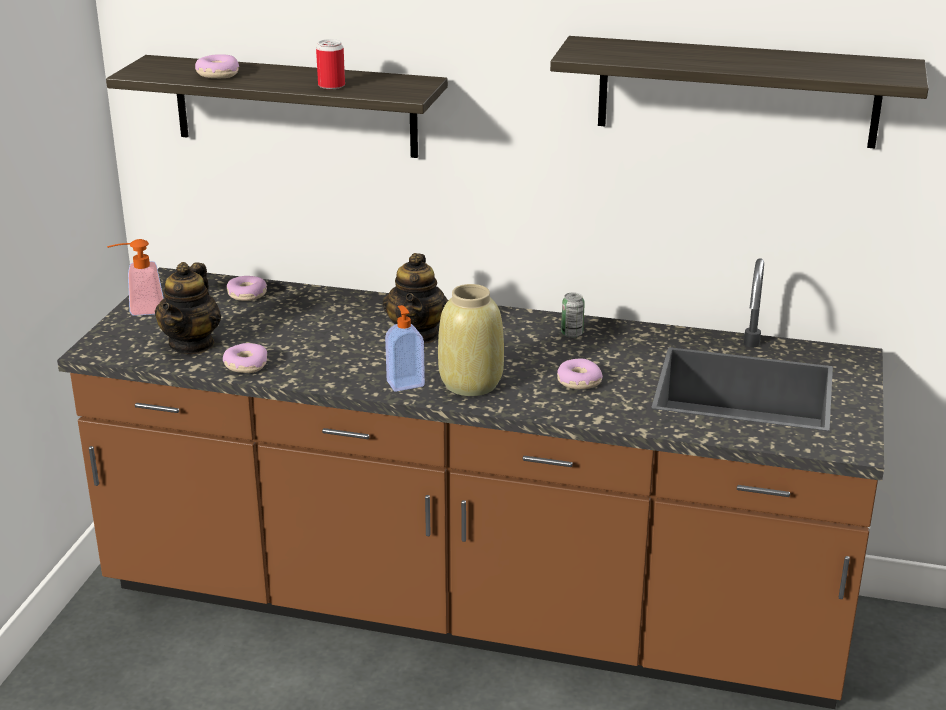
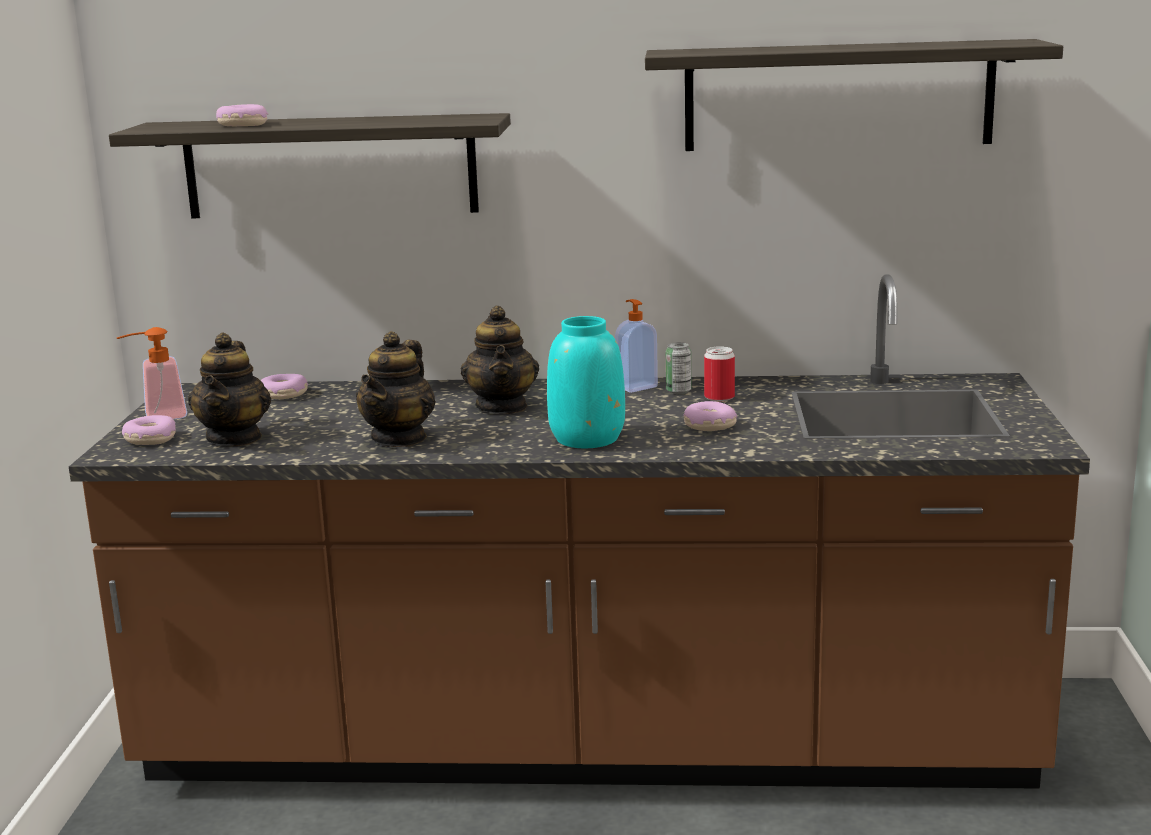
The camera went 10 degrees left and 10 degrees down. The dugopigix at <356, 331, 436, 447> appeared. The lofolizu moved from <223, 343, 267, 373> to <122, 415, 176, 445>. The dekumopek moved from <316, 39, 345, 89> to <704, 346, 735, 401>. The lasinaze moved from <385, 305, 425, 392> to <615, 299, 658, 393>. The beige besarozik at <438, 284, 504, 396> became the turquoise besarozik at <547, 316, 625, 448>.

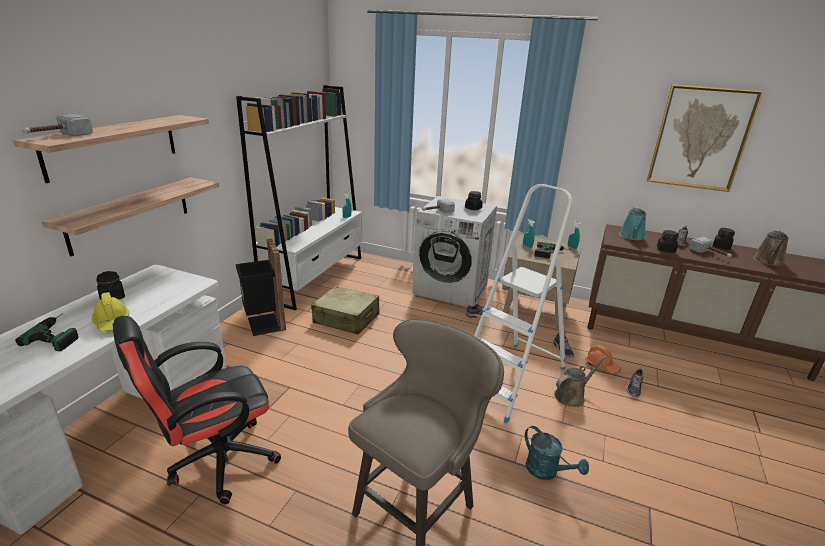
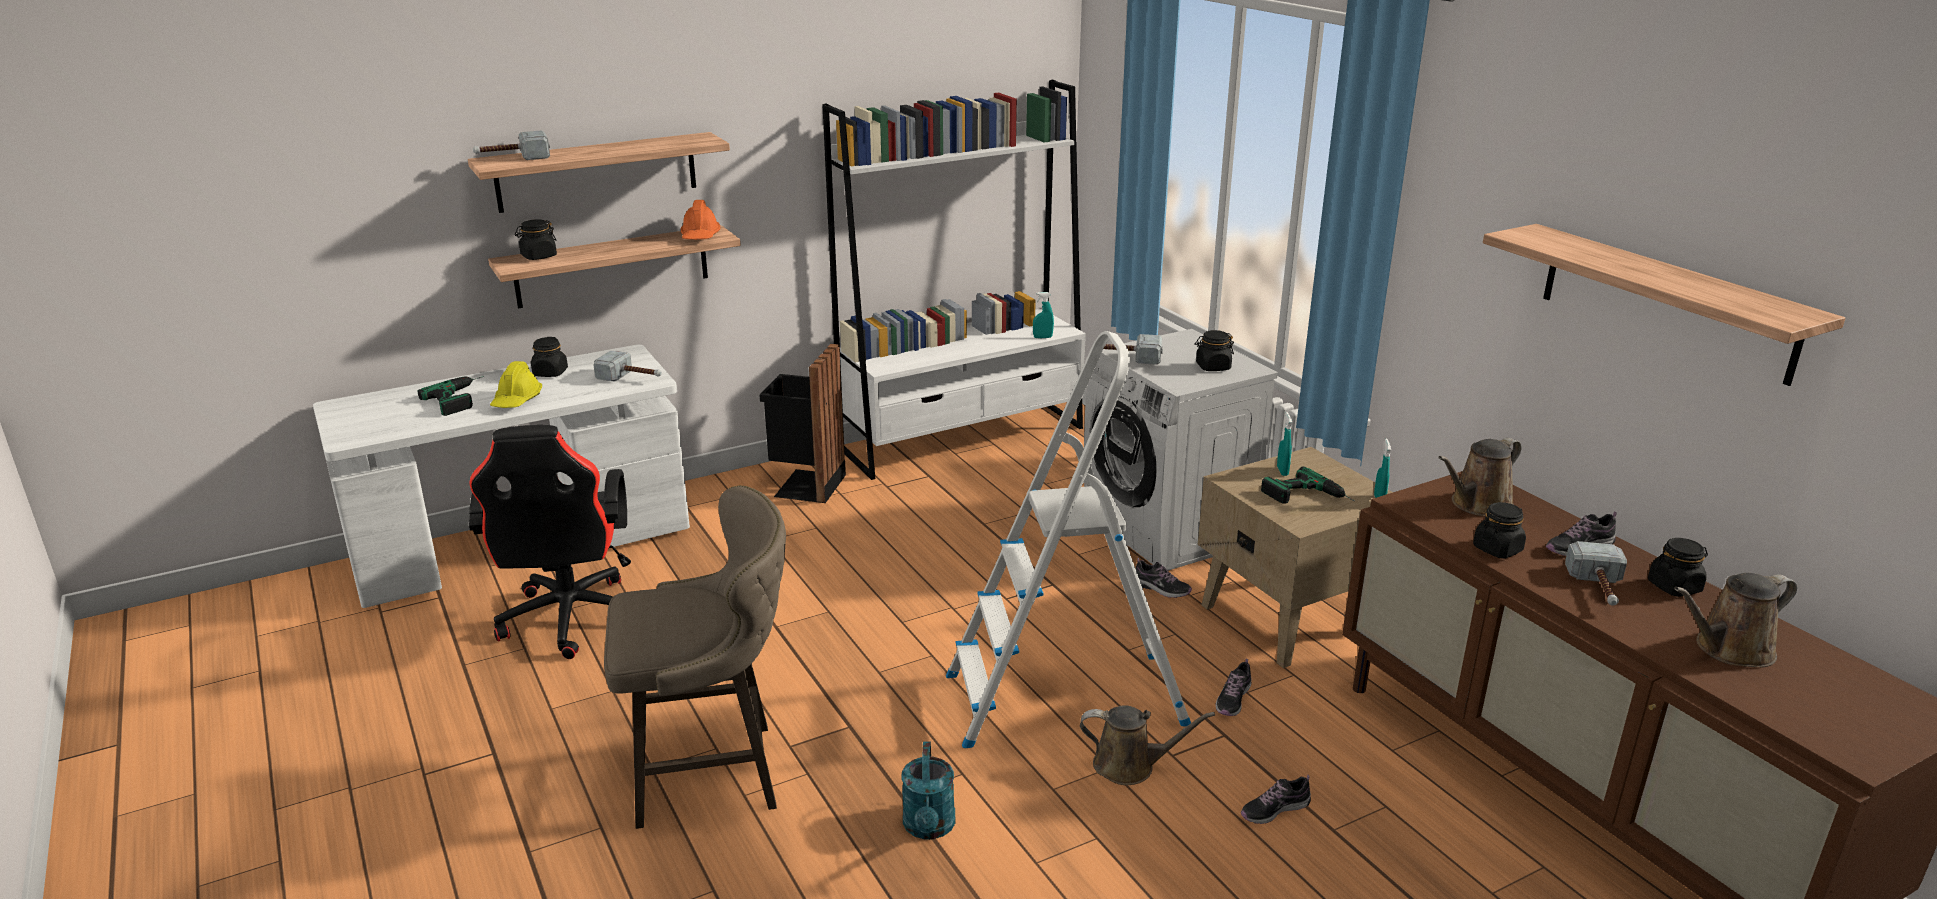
The camera went 40 degrees right and 0 degrees up. The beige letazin at <311, 286, 380, 334> disappeared. The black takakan at <515, 219, 557, 260> appeared. The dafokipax at <594, 351, 662, 382> appeared. The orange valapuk moved from <585, 345, 621, 373> to <680, 200, 721, 240>. The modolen at <647, 84, 764, 192> was replaced by the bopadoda at <1483, 224, 1845, 386>. The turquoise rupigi at <619, 207, 646, 240> became the brown rupigi at <1438, 438, 1522, 516>. The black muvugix at <113, 316, 281, 505> turned 105 degrees counterclockwise.

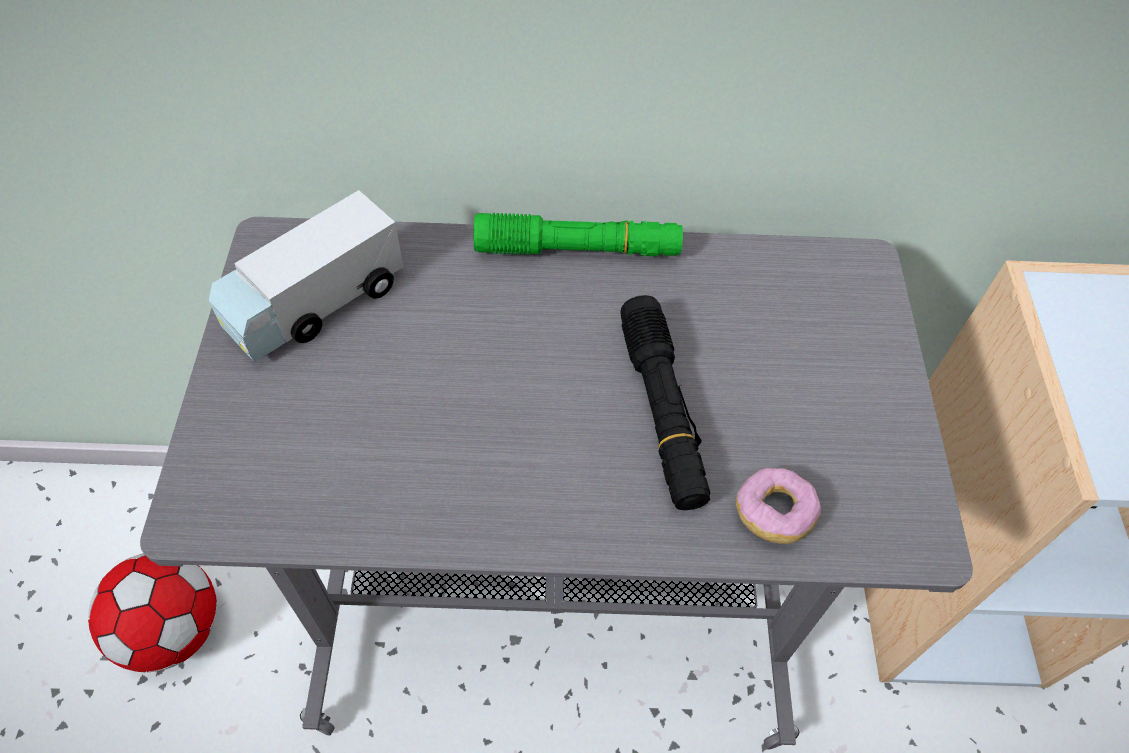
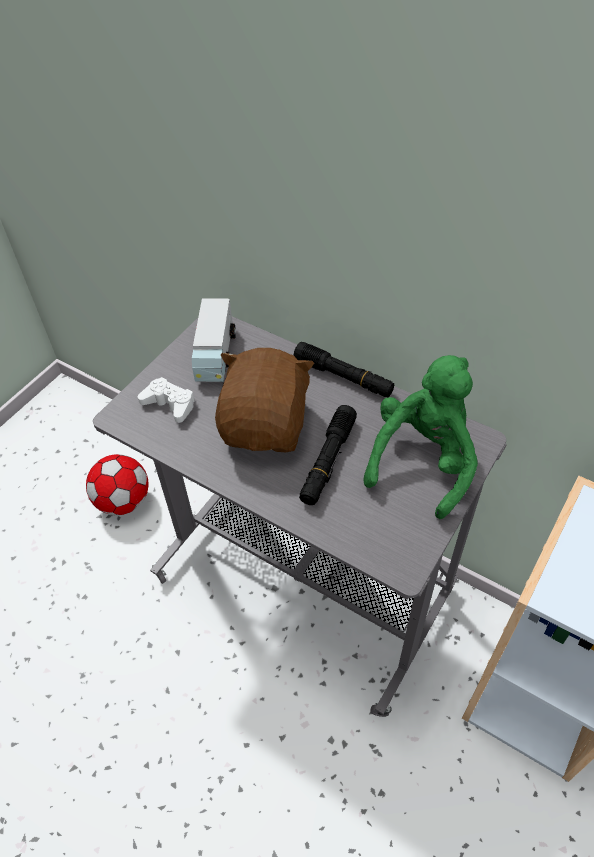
The camera went 35 degrees right and 5 degrees down. The lofolizu at <736, 468, 821, 544> disappeared. The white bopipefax at <138, 377, 195, 423> appeared. The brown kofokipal at <215, 348, 314, 452> appeared. The green kofokipal at <363, 355, 478, 519> appeared. The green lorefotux at <473, 213, 683, 256> became the black lorefotux at <293, 342, 394, 397>. The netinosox at <209, 190, 403, 362> turned 75 degrees counterclockwise.

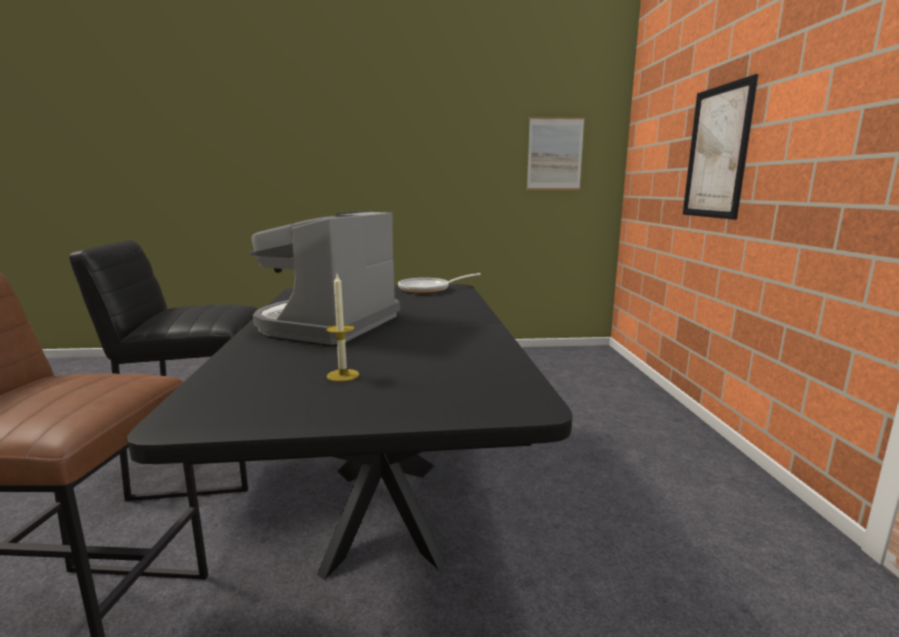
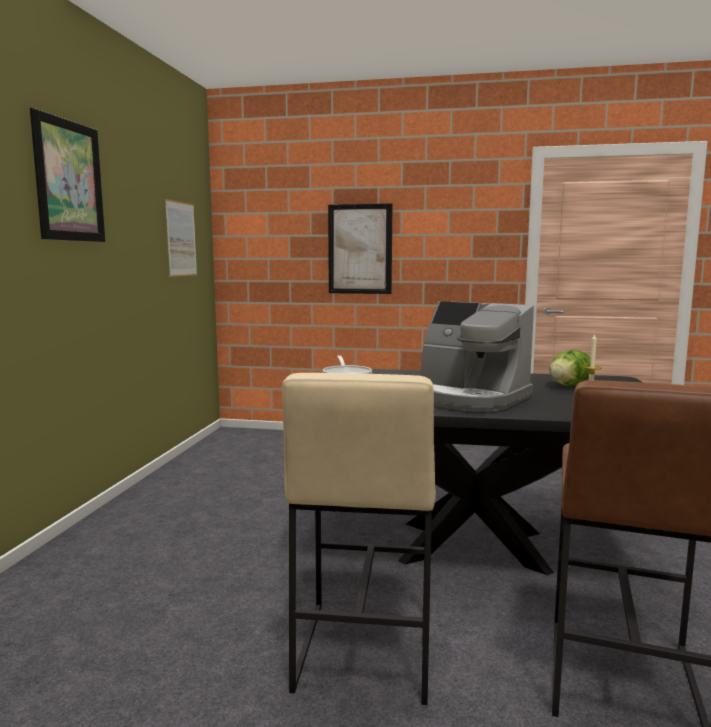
The camera went 75 degrees left and 5 degrees down. The modolen at <30, 108, 105, 242> appeared. The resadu at <549, 350, 591, 386> appeared. The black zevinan at <69, 240, 258, 501> became the beige zevinan at <282, 373, 436, 705>.

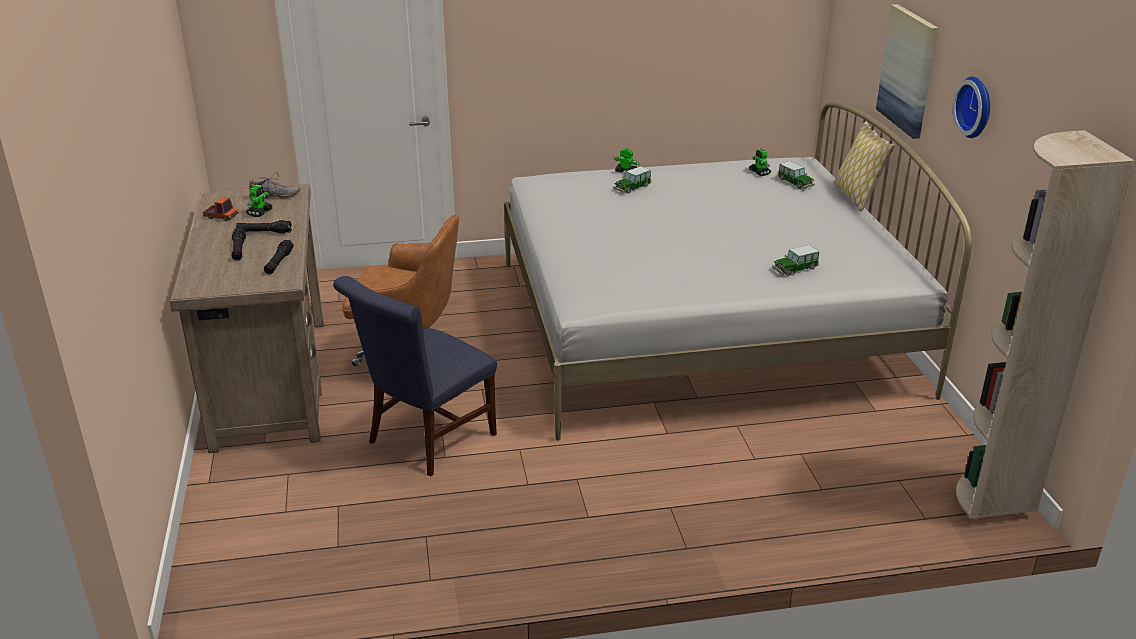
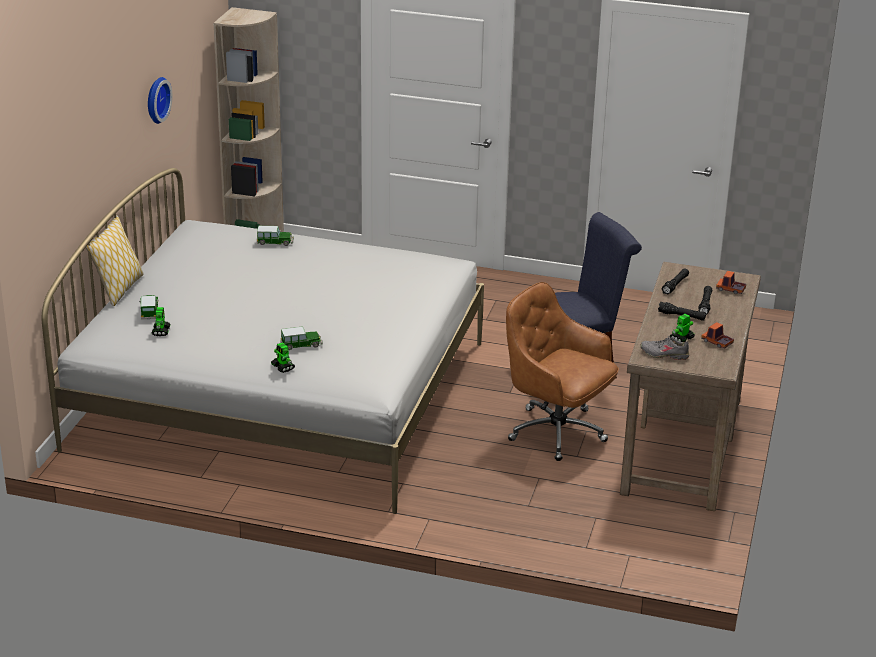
The camera went 155 degrees left and 0 degrees up. The modolen at <876, 4, 938, 139> disappeared. The netinosox at <716, 271, 746, 294> appeared.

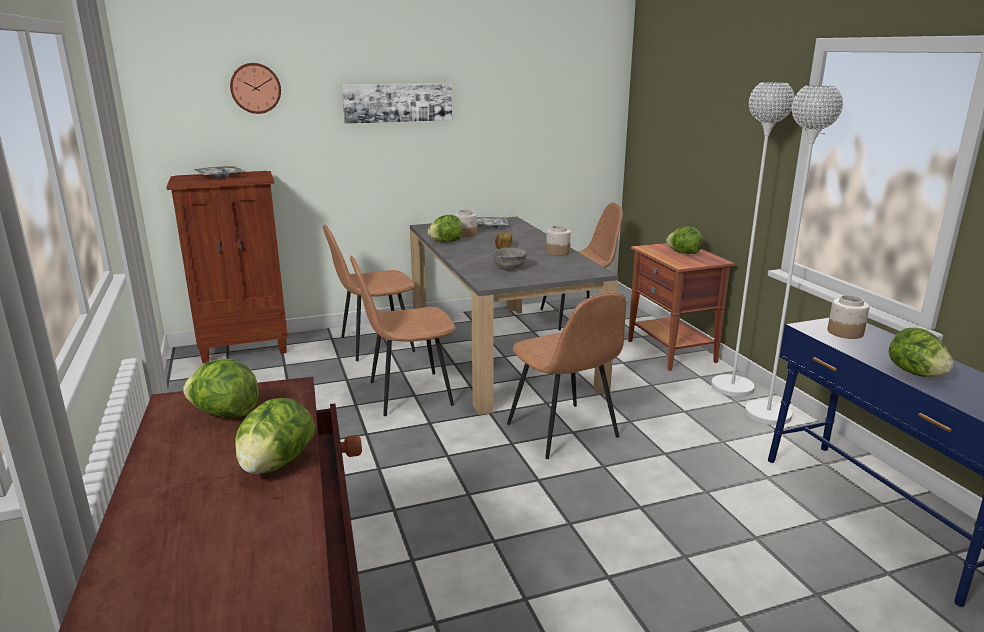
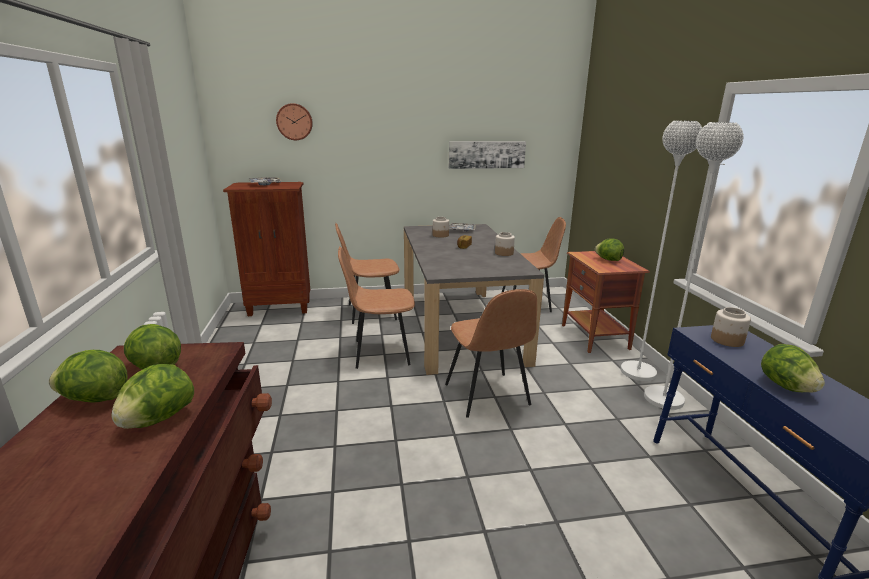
The camera went 10 degrees right and 0 degrees up. The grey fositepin at <492, 248, 527, 270> disappeared. The modolen moved from <342, 83, 452, 124> to <449, 141, 526, 169>. The resadu moved from <428, 215, 463, 242> to <49, 350, 128, 403>.

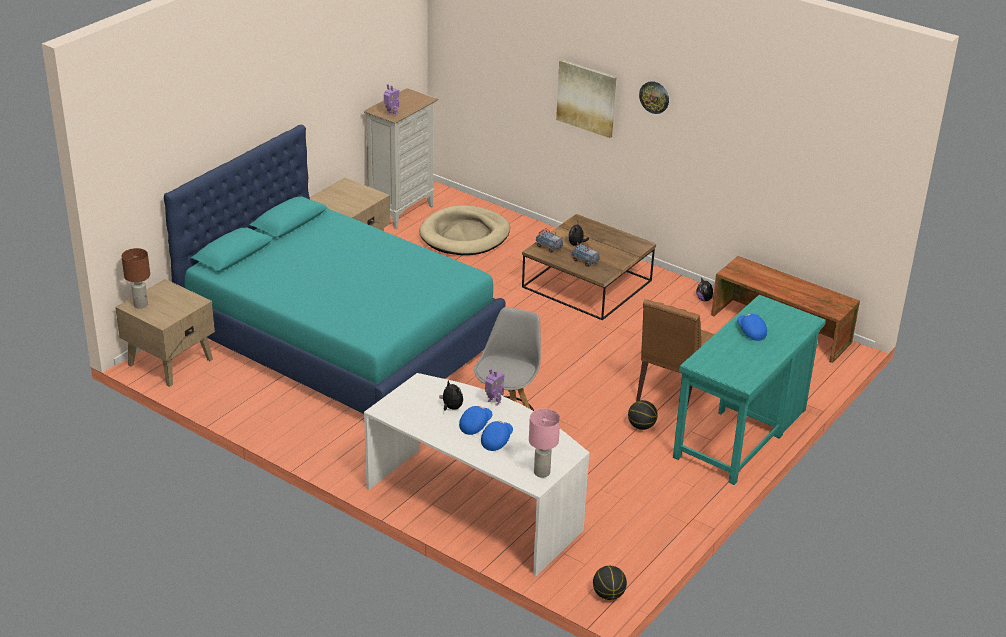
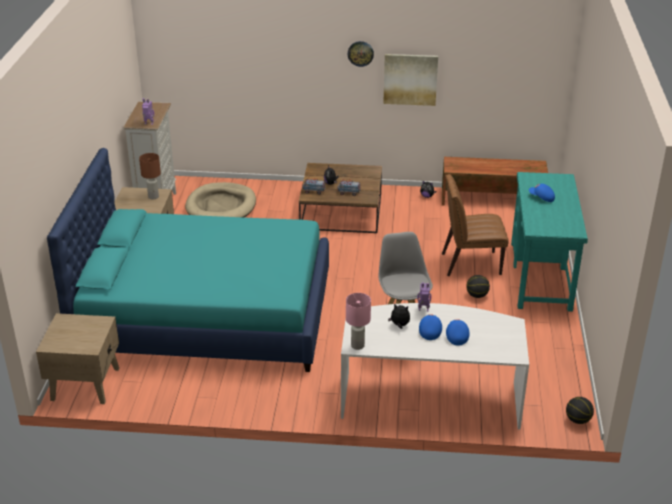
The camera went 30 degrees left and 0 degrees up. The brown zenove moved from <121, 248, 150, 309> to <139, 153, 161, 199>. The pink zenove moved from <529, 409, 560, 478> to <346, 293, 371, 350>. The modolen moved from <556, 59, 616, 138> to <383, 54, 438, 106>. The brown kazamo at <636, 299, 715, 408> turned 90 degrees clockwise.

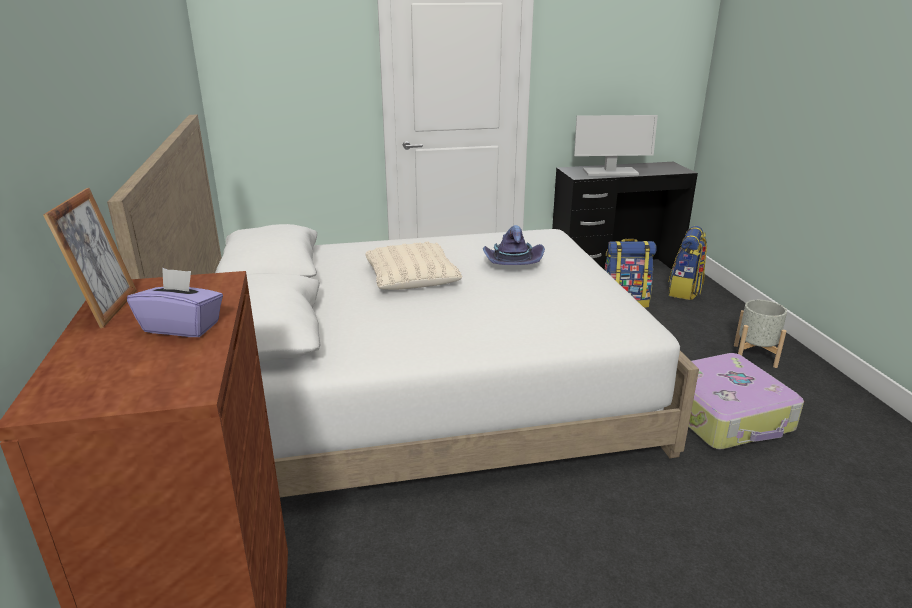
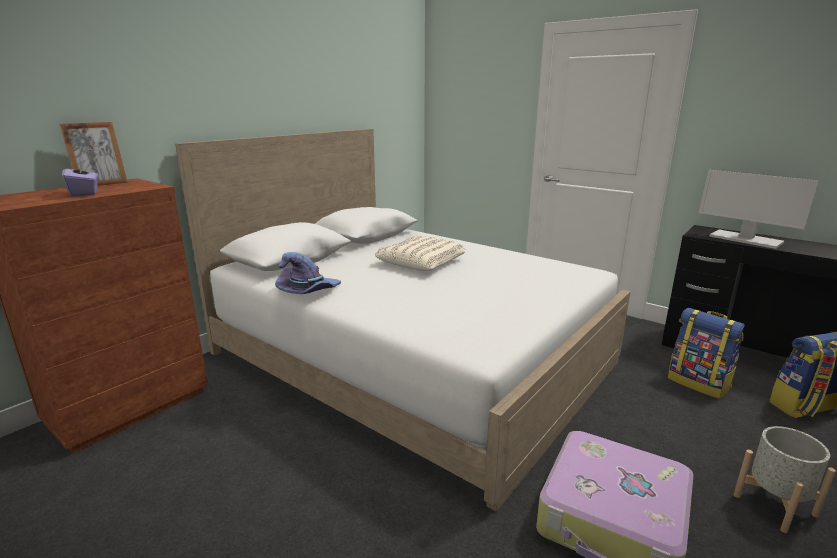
The camera went 50 degrees right and 5 degrees down. The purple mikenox moved from <483, 225, 545, 265> to <275, 252, 341, 294>.

